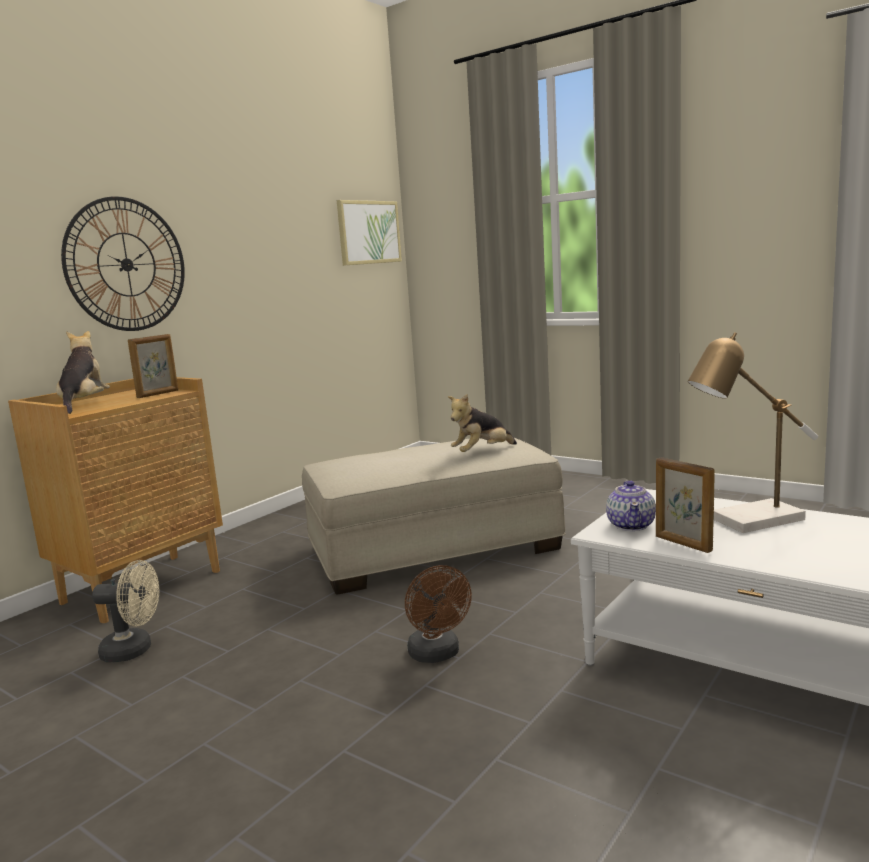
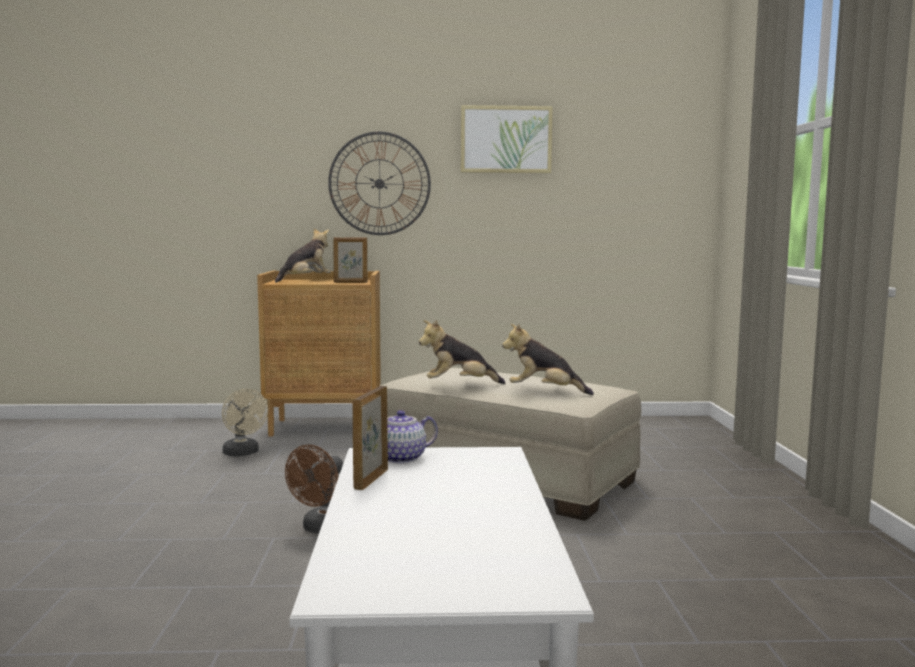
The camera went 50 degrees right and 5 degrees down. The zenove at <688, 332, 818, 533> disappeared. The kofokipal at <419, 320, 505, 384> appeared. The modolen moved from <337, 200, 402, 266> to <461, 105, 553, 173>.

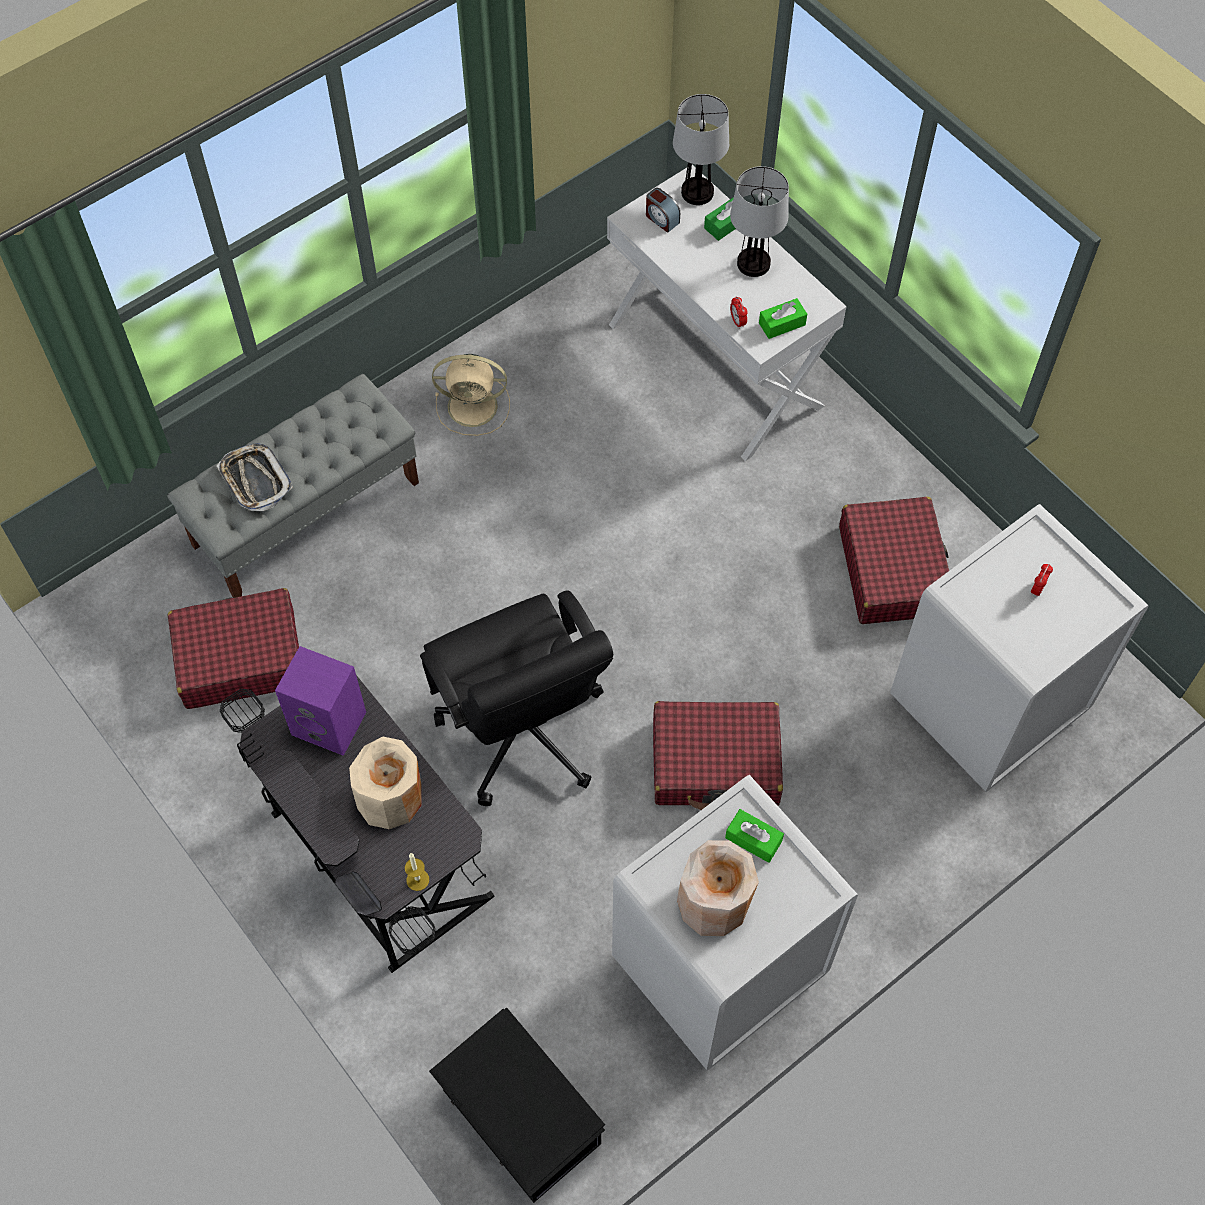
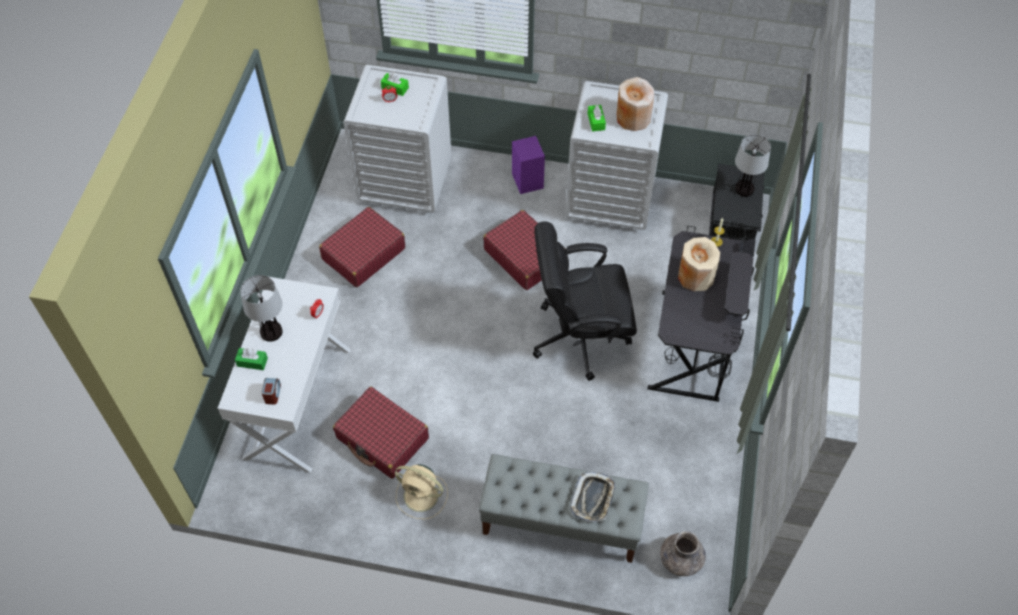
The camera went 130 degrees left and 5 degrees down. The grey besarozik at <660, 531, 706, 576> appeared. The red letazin moved from <168, 588, 299, 709> to <333, 387, 429, 479>. The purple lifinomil moved from <275, 646, 366, 756> to <512, 136, 545, 194>. The zenove moved from <673, 94, 729, 205> to <735, 134, 771, 197>. The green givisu moved from <759, 298, 807, 339> to <381, 72, 409, 96>. The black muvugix at <420, 590, 613, 806> turned 120 degrees counterclockwise. The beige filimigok at <432, 354, 510, 436> turned 150 degrees clockwise.

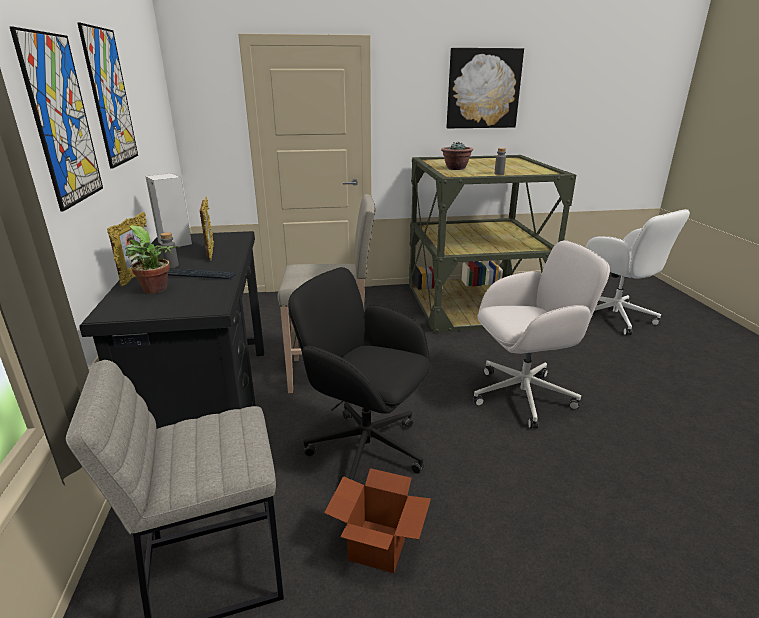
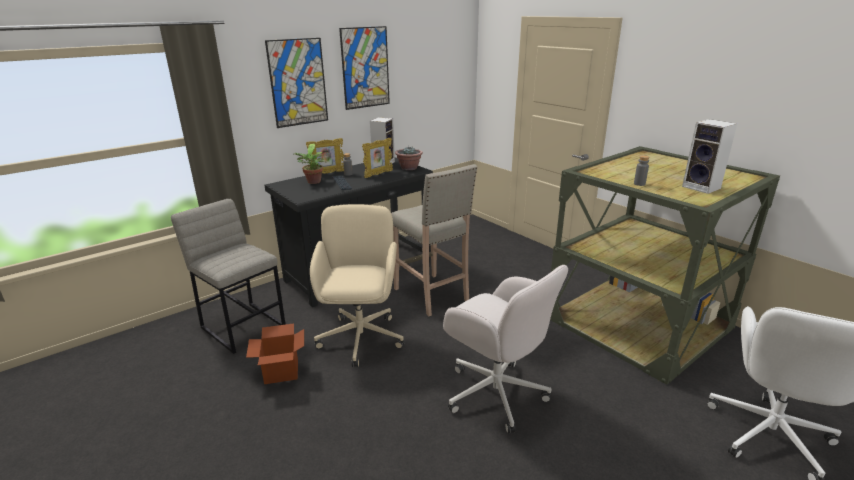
The camera went 60 degrees right and 0 degrees up. The modolen at <447, 48, 524, 128> disappeared. The lifinomil at <682, 119, 737, 194> appeared. The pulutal moved from <441, 141, 473, 170> to <395, 146, 423, 170>. The black muvugix at <288, 267, 432, 480> became the beige muvugix at <310, 204, 404, 367>.

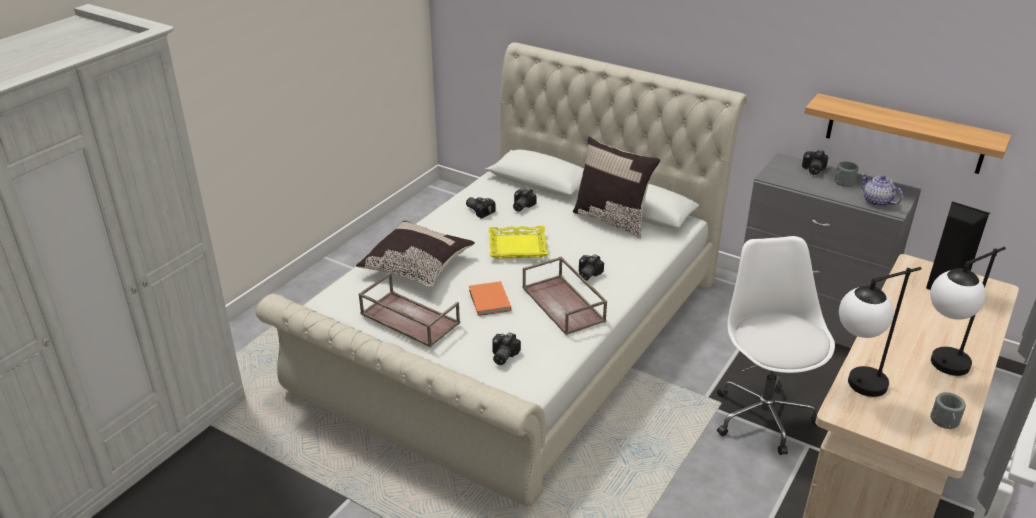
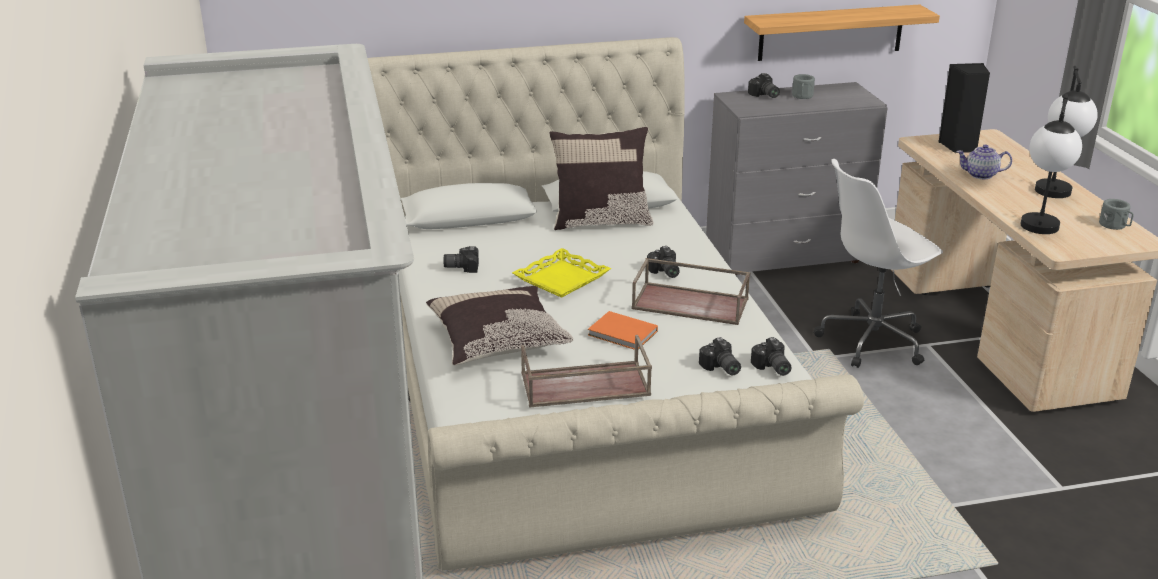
The camera went 45 degrees left and 5 degrees down. The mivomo moved from <513, 188, 536, 212> to <751, 337, 791, 376>. The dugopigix moved from <861, 173, 903, 207> to <956, 144, 1012, 179>. The white muvugix at <717, 236, 835, 455> turned 60 degrees counterclockwise.

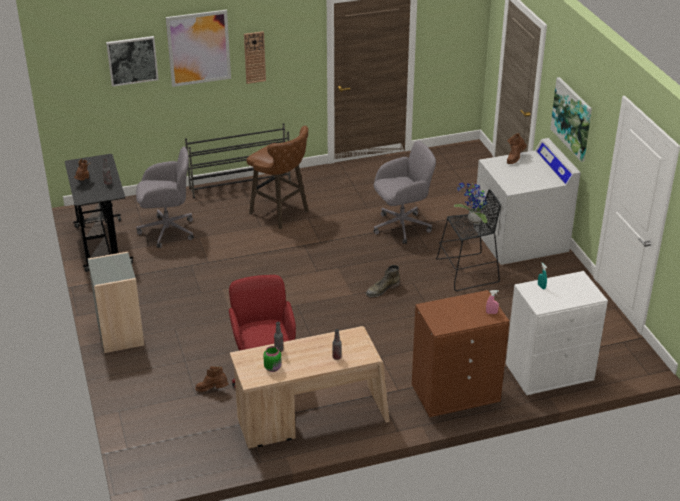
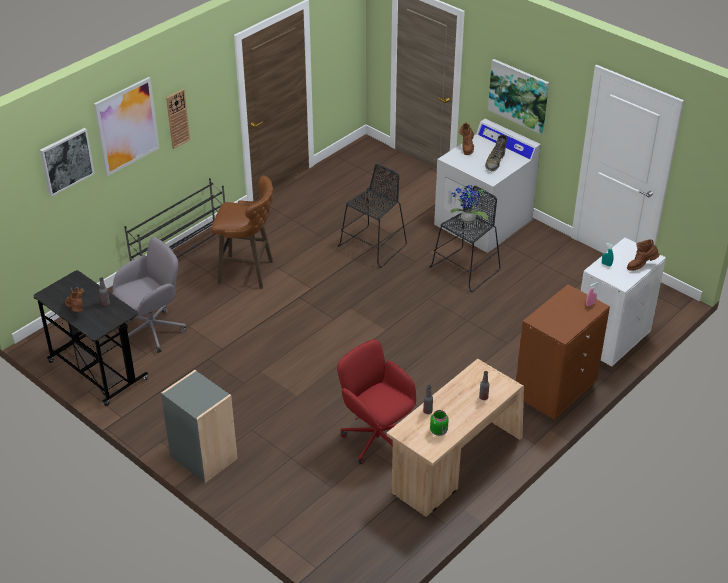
The camera went 30 degrees left and 5 degrees up. The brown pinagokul moved from <195, 366, 228, 392> to <627, 239, 660, 271>. The green pinagokul moved from <366, 265, 400, 297> to <485, 135, 507, 171>. The grey muvugix at <373, 141, 436, 244> was replaced by the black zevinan at <338, 164, 407, 268>.

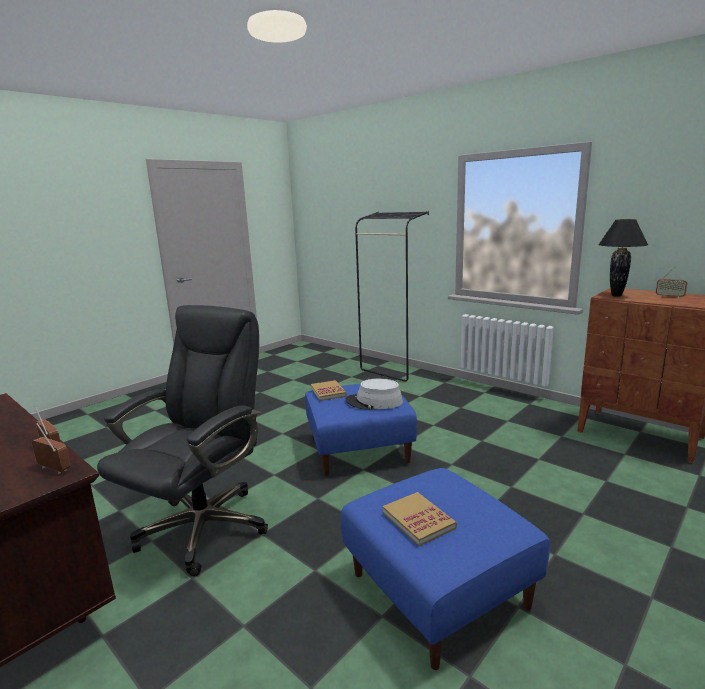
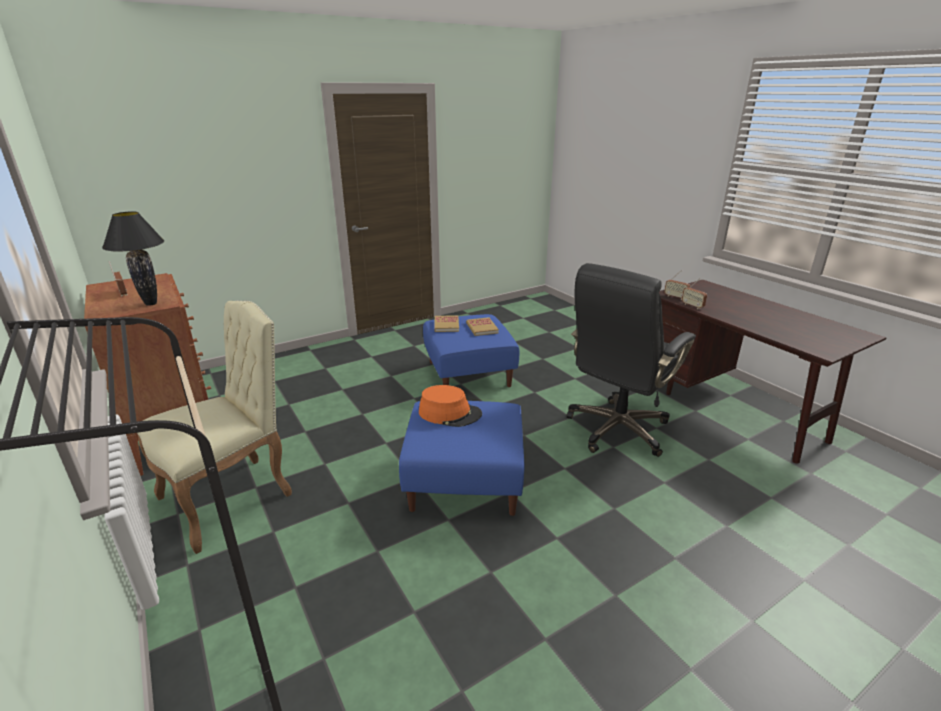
The camera went 165 degrees left and 10 degrees up. The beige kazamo at <137, 301, 292, 554> appeared. The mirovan moved from <311, 380, 347, 401> to <434, 315, 459, 332>. The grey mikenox at <345, 379, 403, 409> became the orange mikenox at <419, 385, 482, 427>.

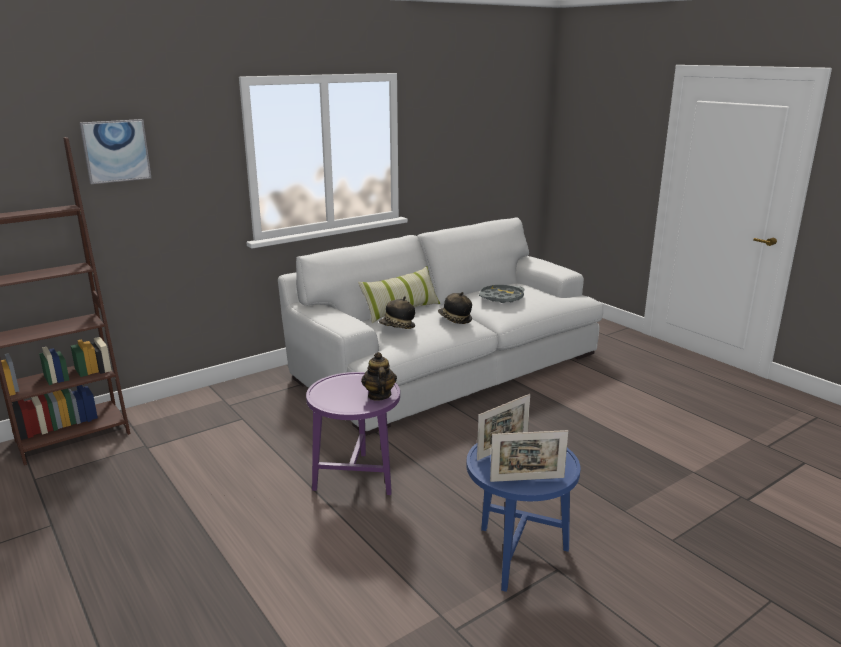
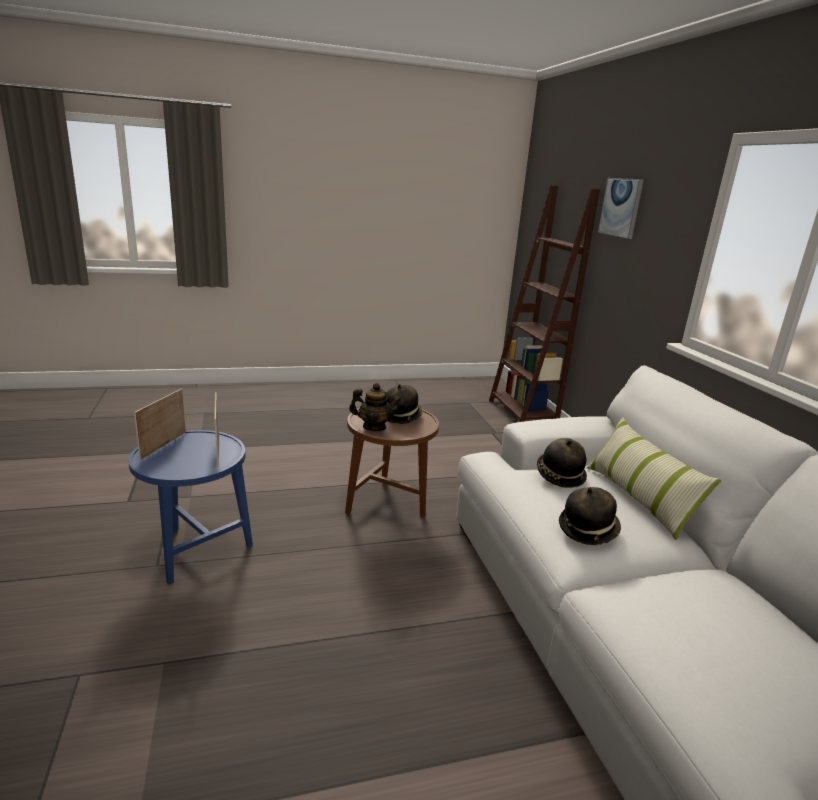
The camera went 110 degrees right and 0 degrees up. The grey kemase at <479, 285, 525, 303> disappeared. The mikenox at <386, 384, 423, 424> appeared. The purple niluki at <306, 372, 400, 495> became the brown niluki at <345, 408, 439, 517>.

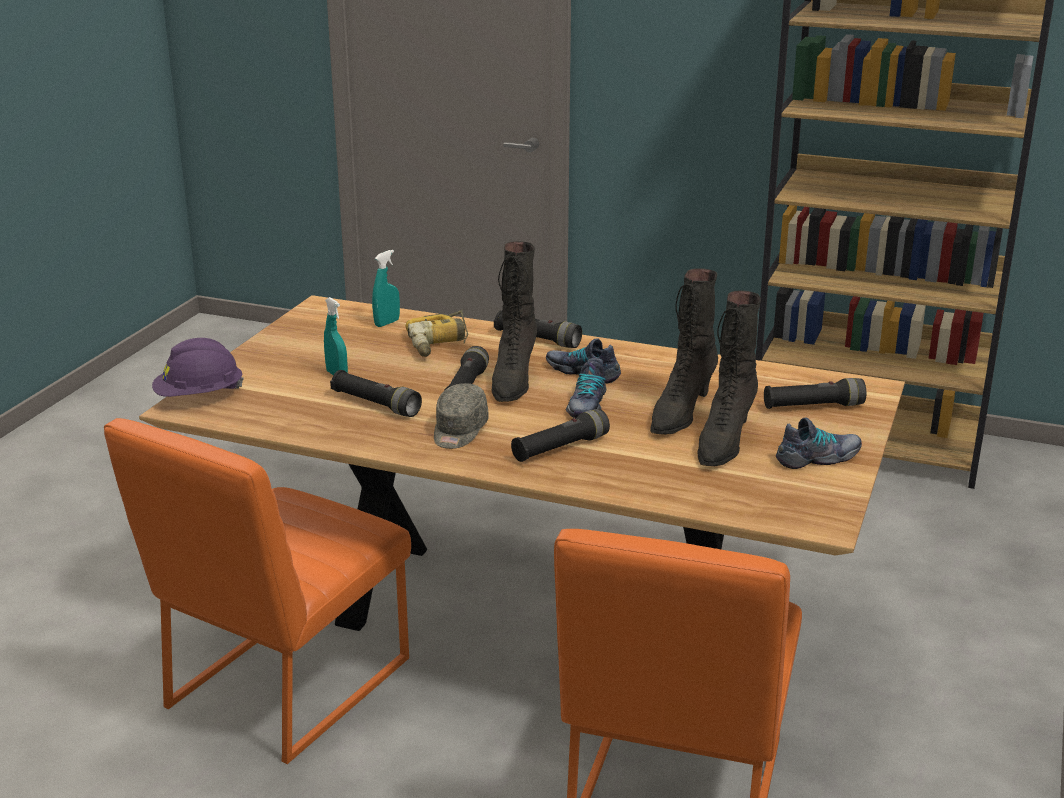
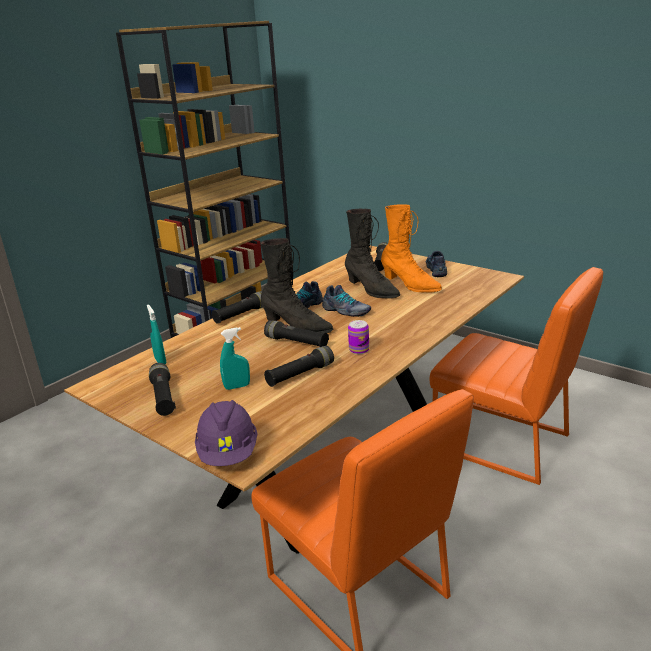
The camera went 70 degrees left and 0 degrees up. The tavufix at <406, 310, 468, 357> disappeared. The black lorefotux moved from <511, 409, 610, 462> to <149, 363, 176, 416>. The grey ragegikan at <434, 383, 489, 449> was replaced by the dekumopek at <348, 320, 369, 354>. The black pinagokul at <697, 291, 761, 466> became the orange pinagokul at <381, 204, 442, 292>.

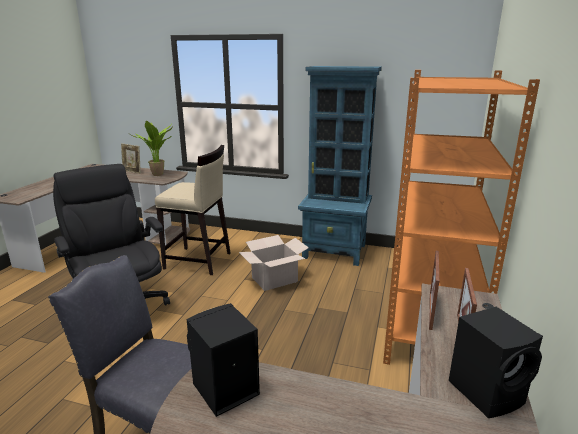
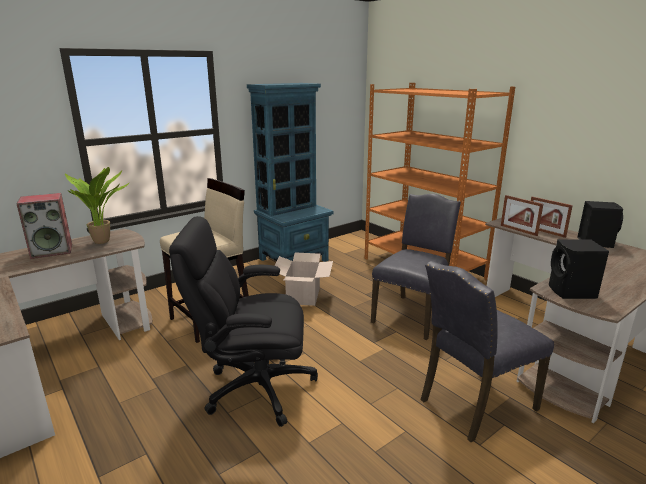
The camera went 55 degrees left and 0 degrees up. The grey kazamo at <371, 194, 461, 340> appeared. The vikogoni at <121, 143, 141, 174> was replaced by the lifinomil at <16, 193, 72, 259>.

